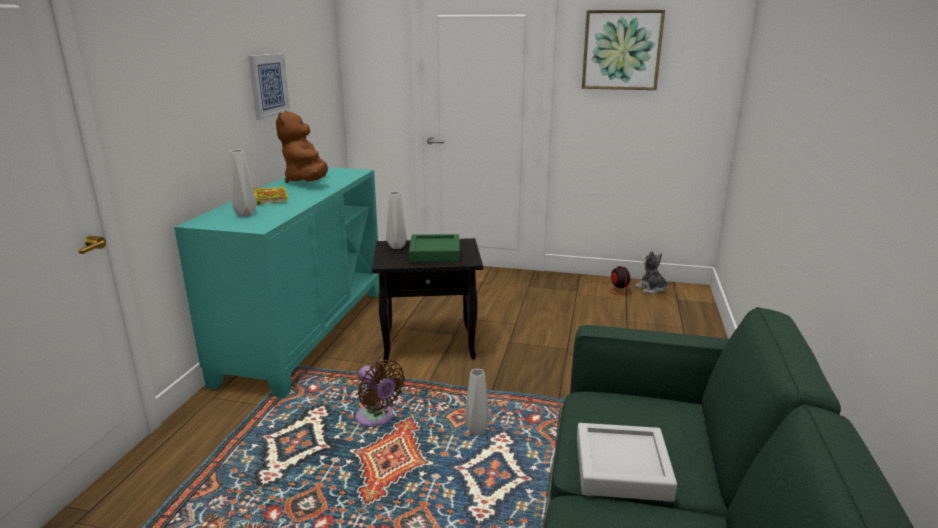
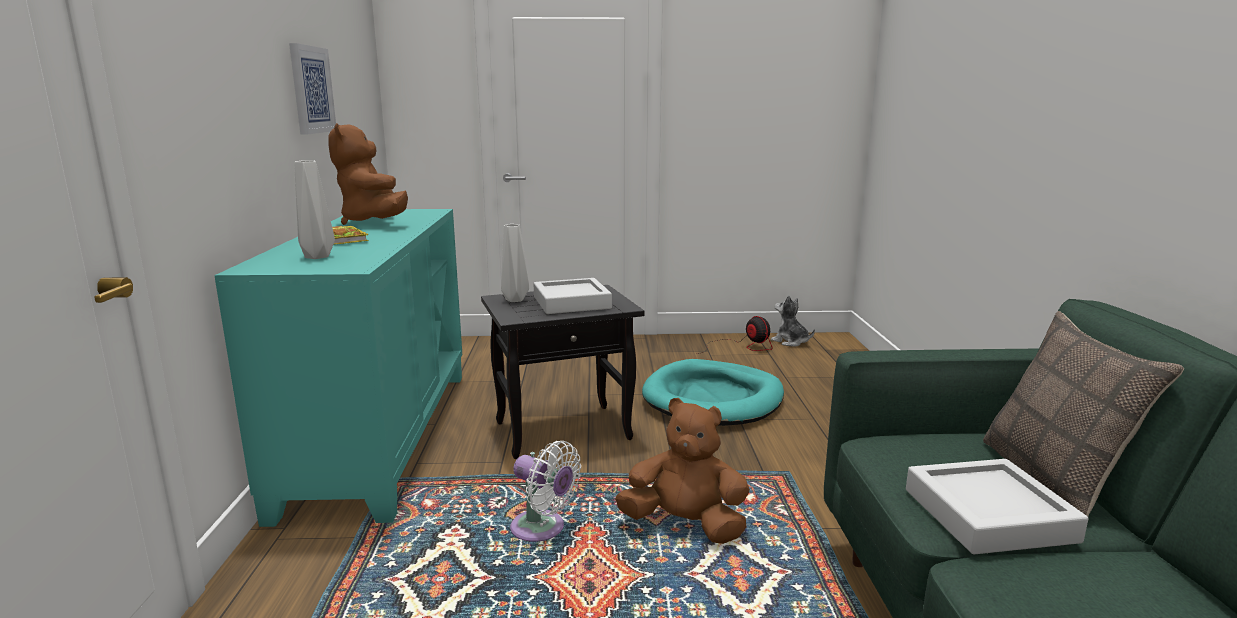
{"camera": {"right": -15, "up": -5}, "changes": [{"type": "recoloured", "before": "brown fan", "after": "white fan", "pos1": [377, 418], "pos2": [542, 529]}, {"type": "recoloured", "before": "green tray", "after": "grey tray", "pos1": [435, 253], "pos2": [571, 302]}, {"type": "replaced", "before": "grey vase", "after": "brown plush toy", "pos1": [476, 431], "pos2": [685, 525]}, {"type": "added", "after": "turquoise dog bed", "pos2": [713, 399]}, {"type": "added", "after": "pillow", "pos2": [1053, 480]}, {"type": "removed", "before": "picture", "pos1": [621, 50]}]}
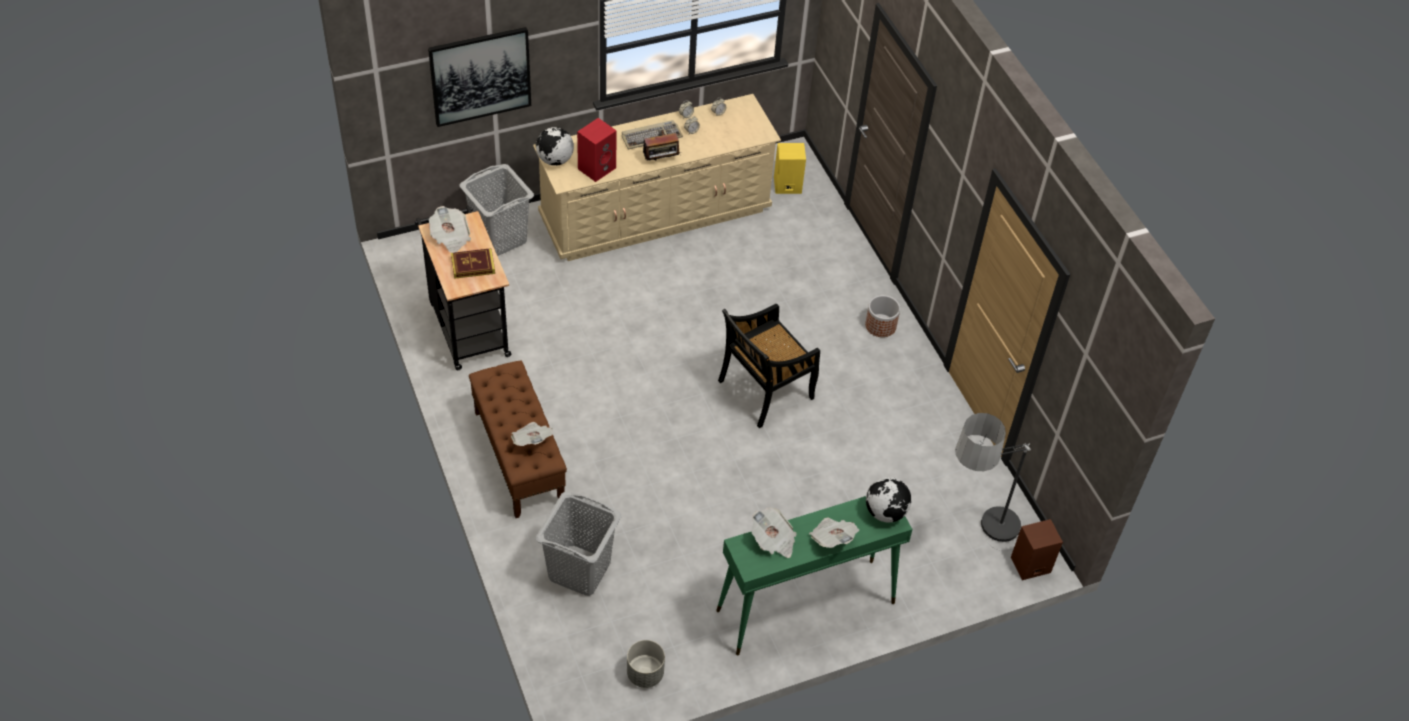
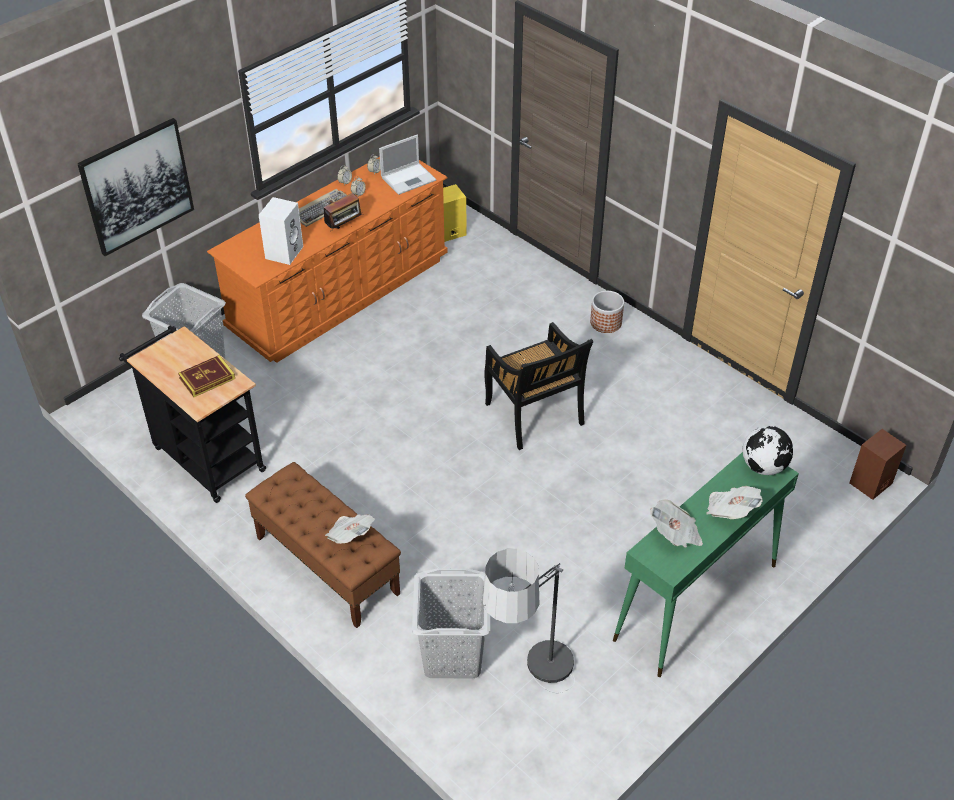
{"camera": {"right": -20, "up": -5}, "changes": [{"type": "recoloured", "before": "beige dresser", "after": "orange dresser", "pos1": [655, 214], "pos2": [340, 294]}, {"type": "recoloured", "before": "red speaker", "after": "white speaker", "pos1": [597, 167], "pos2": [284, 252]}, {"type": "added", "after": "laptop", "pos2": [409, 178]}, {"type": "moved", "before": "floor lamp", "pos1": [975, 541], "pos2": [531, 692]}, {"type": "turned", "before": "black chair", "pos1": [764, 391], "pos2": [535, 415], "turn": -60}, {"type": "removed", "before": "newspaper", "pos1": [450, 237]}, {"type": "removed", "before": "globe", "pos1": [555, 160]}, {"type": "removed", "before": "grey planter", "pos1": [645, 674]}]}
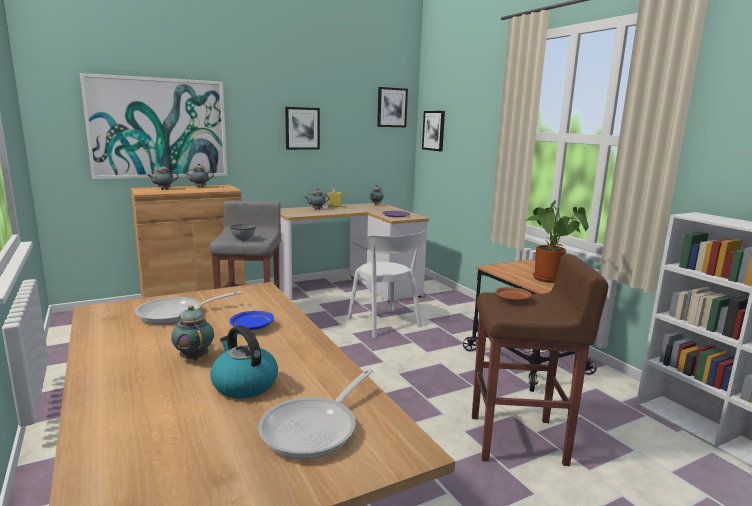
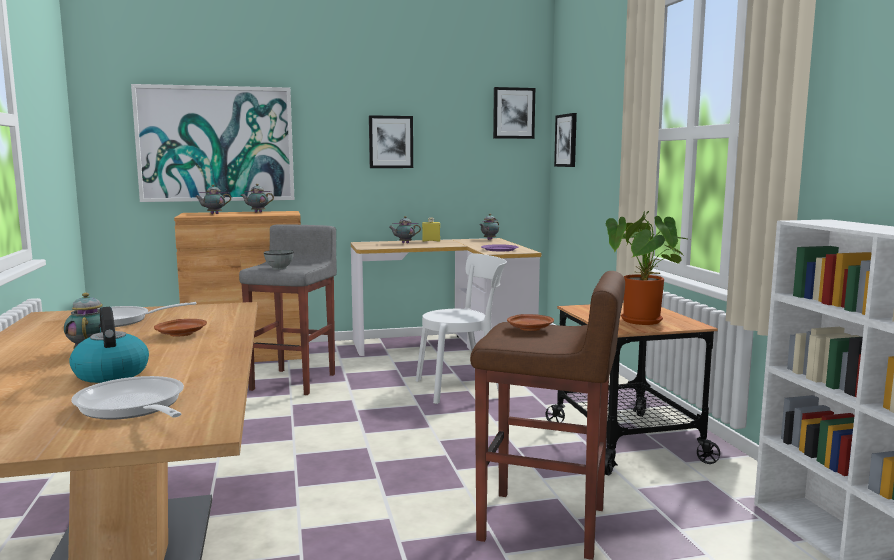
{"camera": {"right": 15, "up": -5}, "changes": [{"type": "turned", "before": "frying pan", "pos1": [315, 428], "pos2": [133, 407], "turn": 90}, {"type": "recoloured", "before": "blue plate", "after": "brown plate", "pos1": [252, 327], "pos2": [181, 334]}, {"type": "turned", "before": "white chair", "pos1": [385, 324], "pos2": [463, 388], "turn": -90}]}
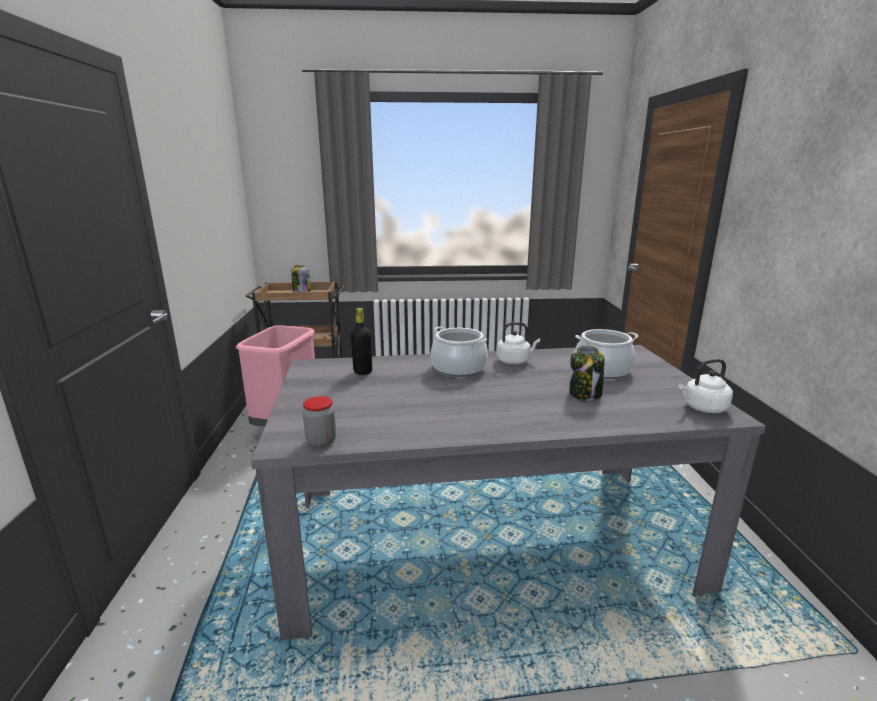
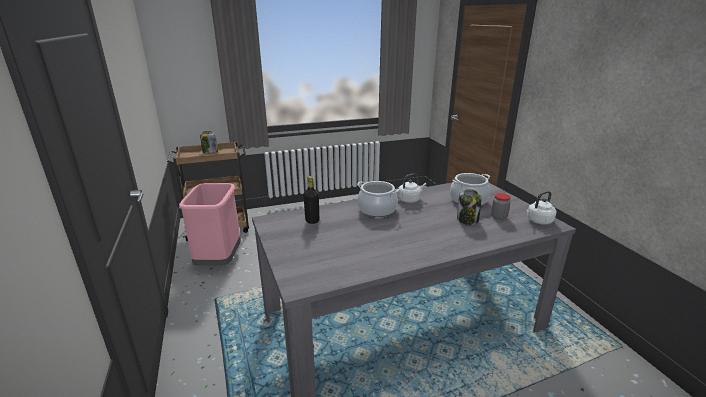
{"camera": {"right": -15, "up": 5}, "changes": [{"type": "moved", "before": "jar", "pos1": [321, 441], "pos2": [498, 217]}]}
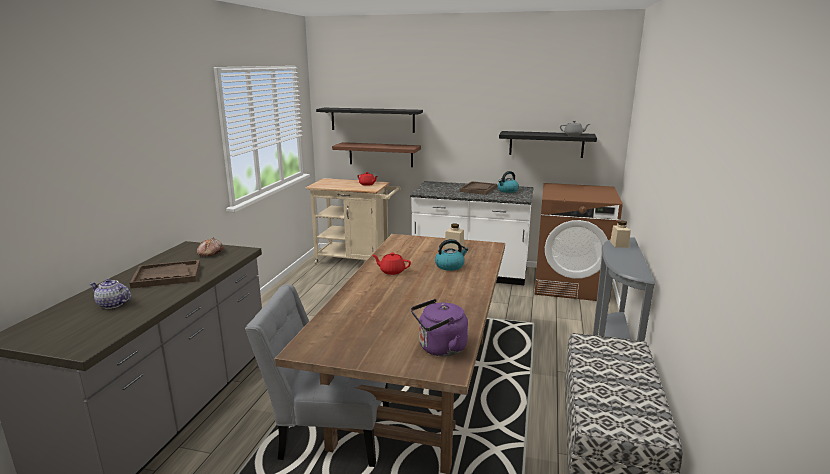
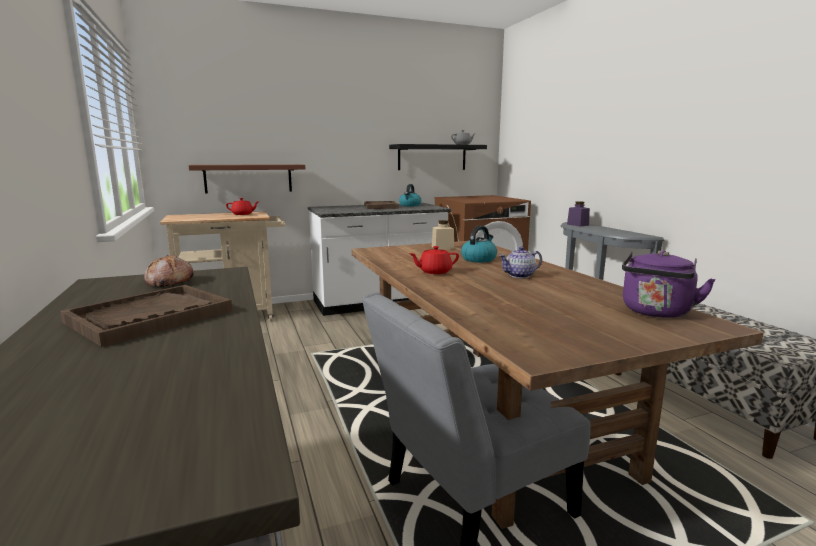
{"camera": {"right": -35, "up": -5}, "changes": [{"type": "moved", "before": "teapot", "pos1": [112, 304], "pos2": [520, 275]}, {"type": "recoloured", "before": "beige jar", "after": "purple jar", "pos1": [619, 244], "pos2": [577, 225]}, {"type": "removed", "before": "black shelf", "pos1": [372, 119]}]}
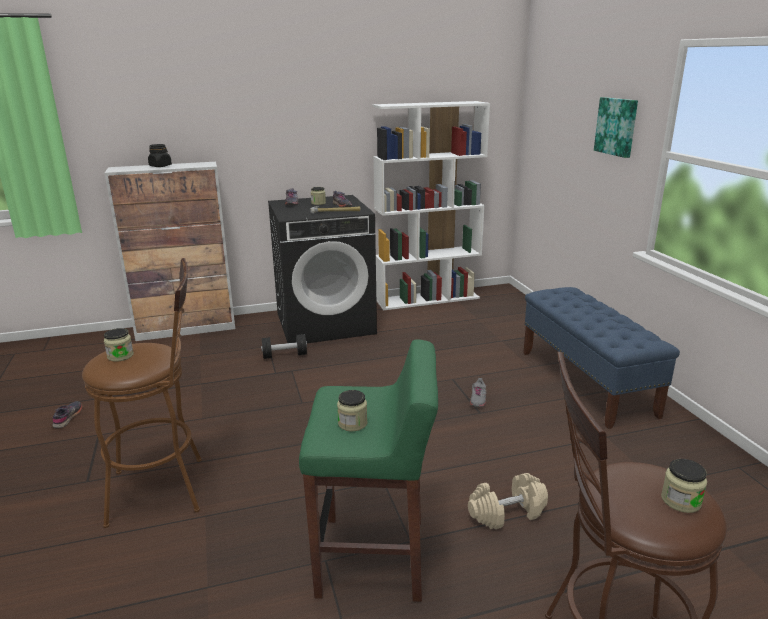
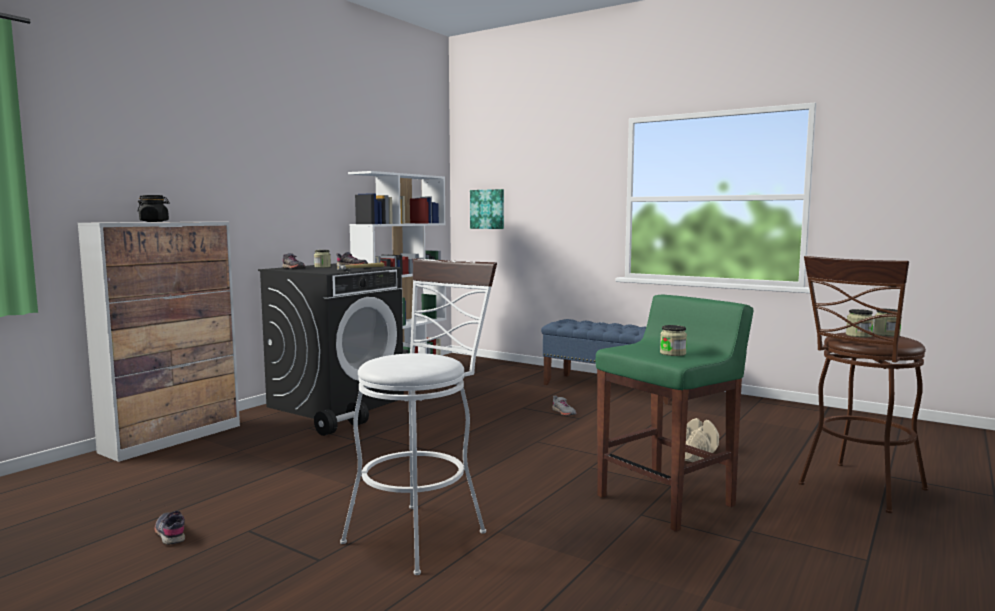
{"camera": {"right": -40, "up": -15}, "changes": [{"type": "recoloured", "before": "brown stool", "after": "white stool", "pos1": [167, 488], "pos2": [422, 532]}, {"type": "moved", "before": "picture", "pos1": [617, 126], "pos2": [487, 209]}, {"type": "moved", "before": "jar", "pos1": [120, 356], "pos2": [859, 335]}]}
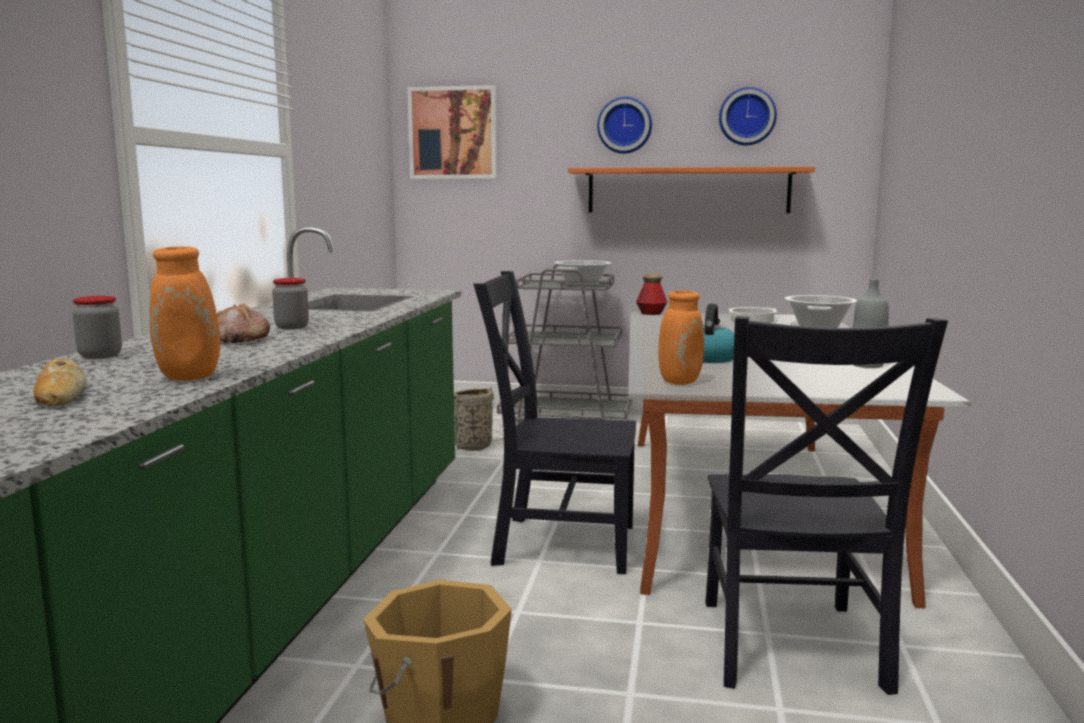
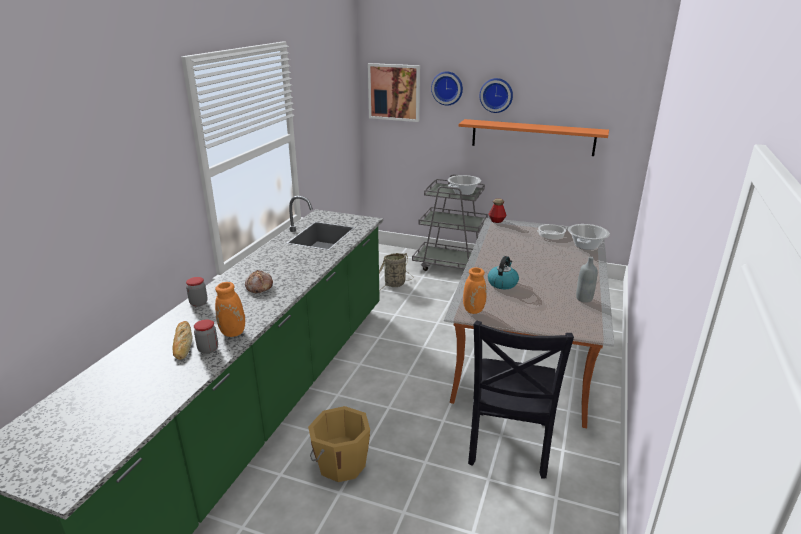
{"camera": {"right": 10, "up": 15}, "changes": [{"type": "moved", "before": "jar", "pos1": [292, 327], "pos2": [208, 349]}, {"type": "moved", "before": "wall clock", "pos1": [747, 116], "pos2": [447, 88]}, {"type": "removed", "before": "black chair", "pos1": [557, 543]}]}
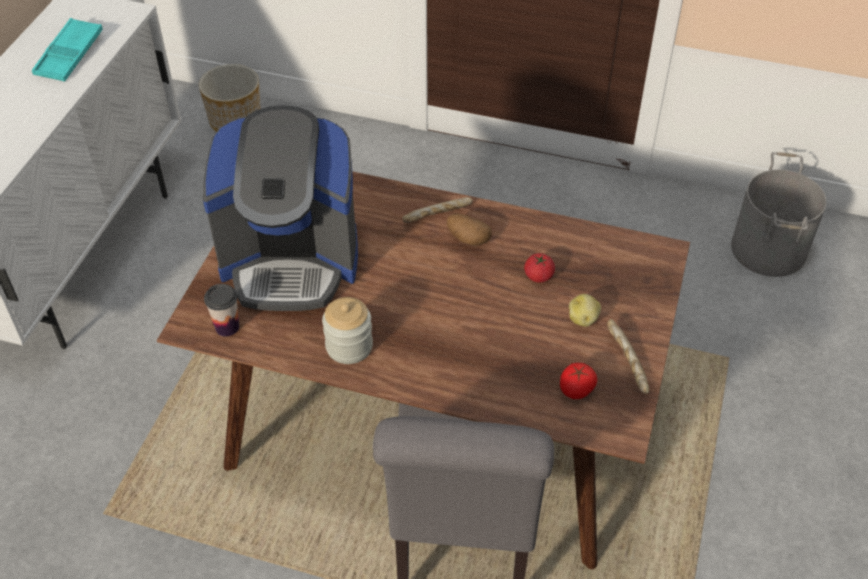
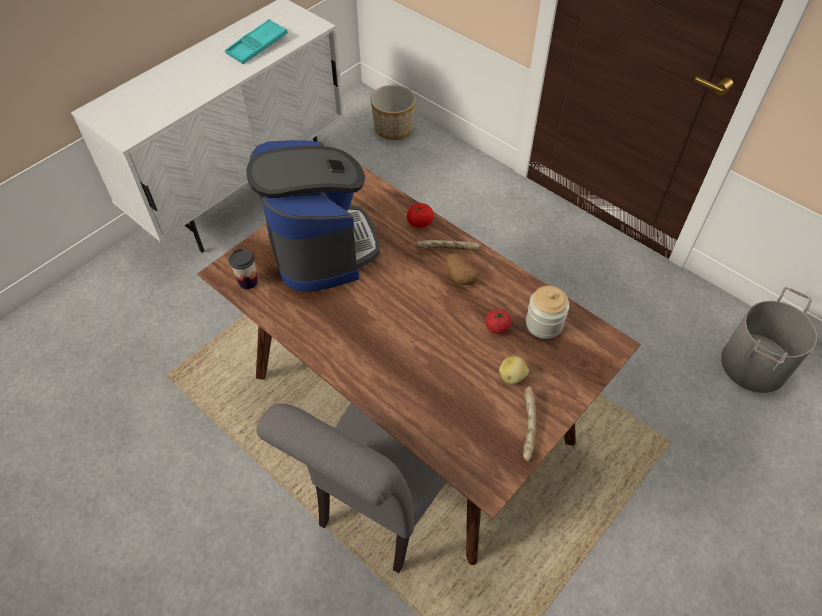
{"camera": {"right": 25, "up": 5}, "changes": [{"type": "turned", "before": "coffee machine", "pos1": [291, 260], "pos2": [321, 247], "turn": -135}, {"type": "moved", "before": "tomato", "pos1": [576, 390], "pos2": [420, 223]}, {"type": "moved", "before": "jar", "pos1": [349, 346], "pos2": [544, 324]}]}
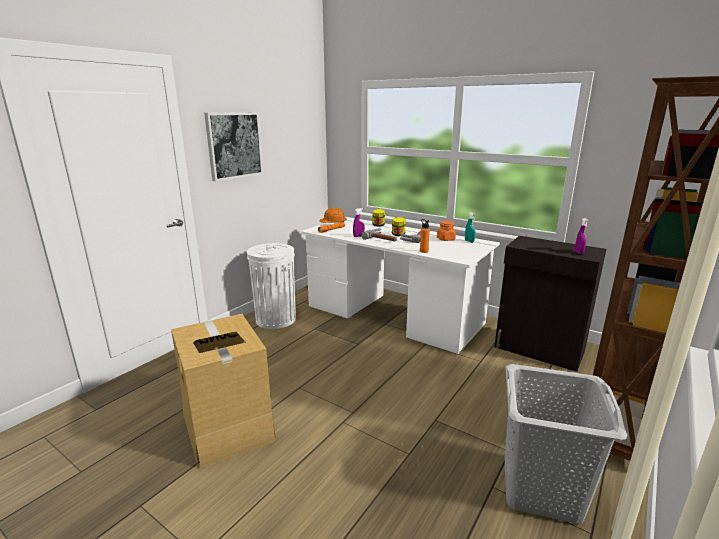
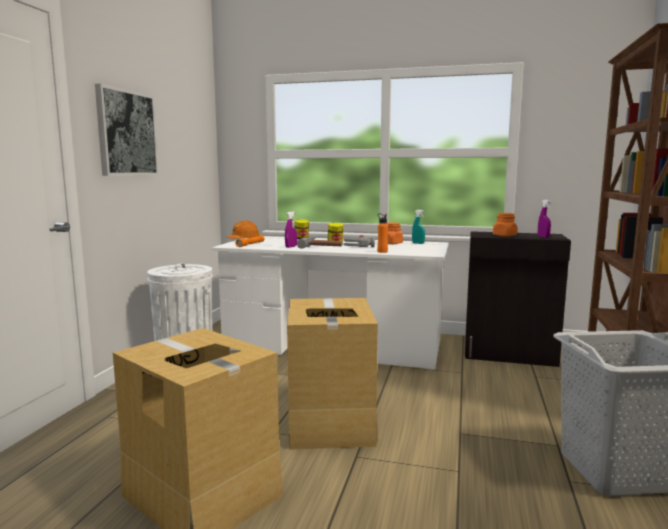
{"camera": {"right": -20, "up": -10}, "changes": [{"type": "added", "after": "cardboard box", "pos2": [329, 421]}, {"type": "added", "after": "orange jar", "pos2": [504, 235]}]}
